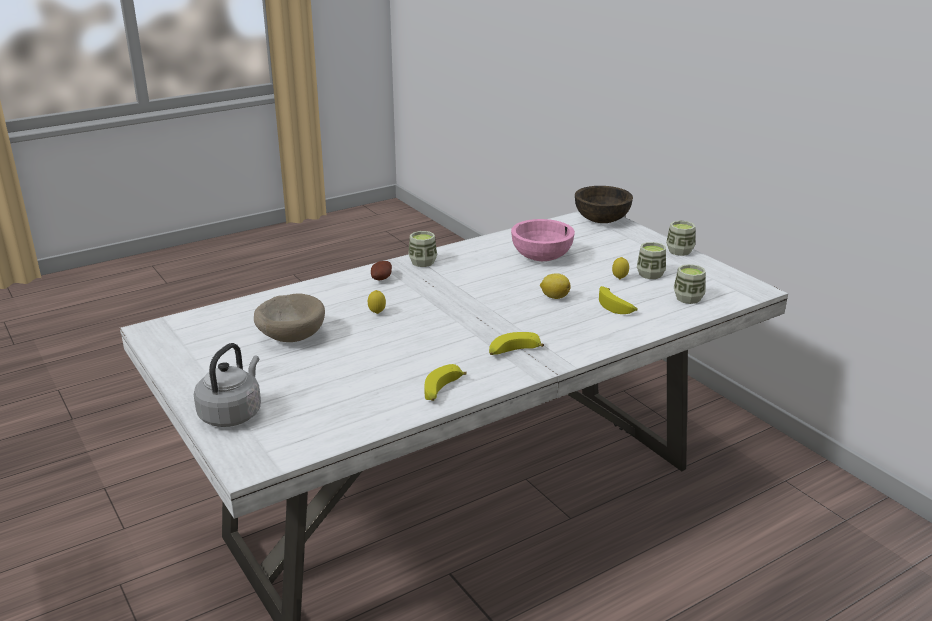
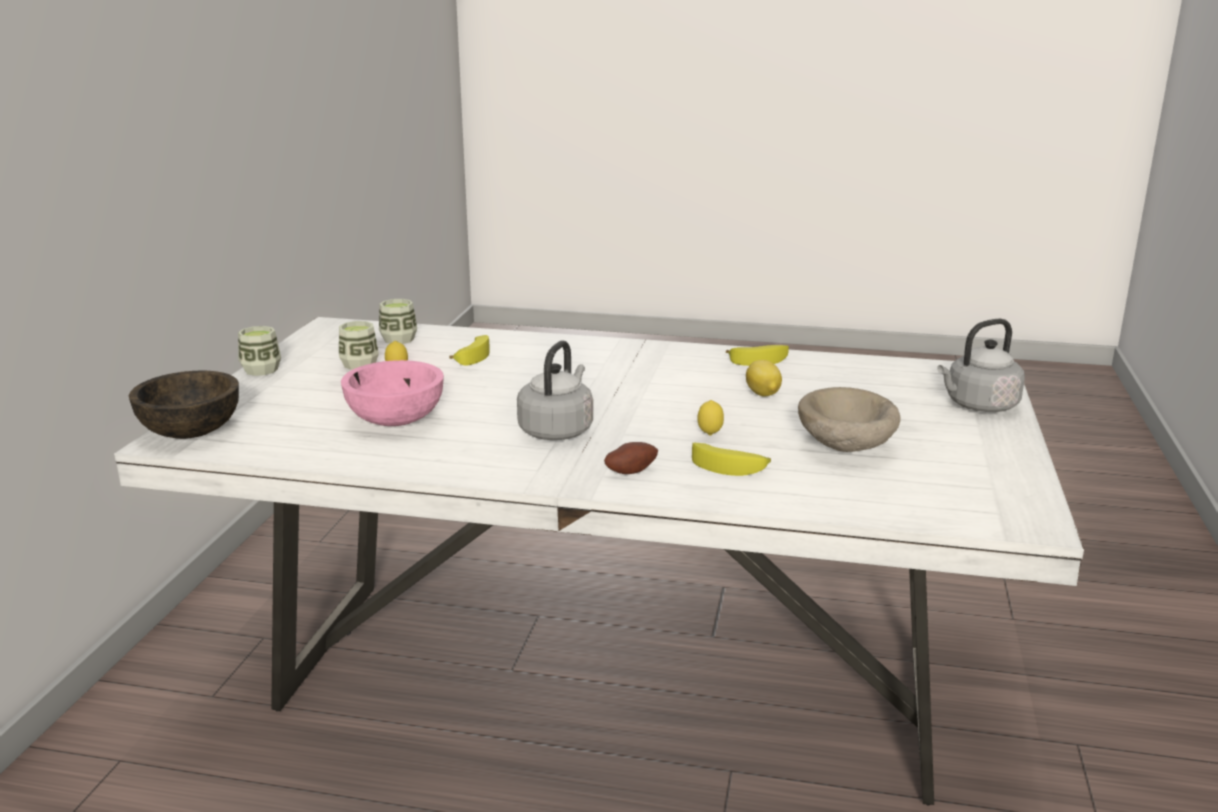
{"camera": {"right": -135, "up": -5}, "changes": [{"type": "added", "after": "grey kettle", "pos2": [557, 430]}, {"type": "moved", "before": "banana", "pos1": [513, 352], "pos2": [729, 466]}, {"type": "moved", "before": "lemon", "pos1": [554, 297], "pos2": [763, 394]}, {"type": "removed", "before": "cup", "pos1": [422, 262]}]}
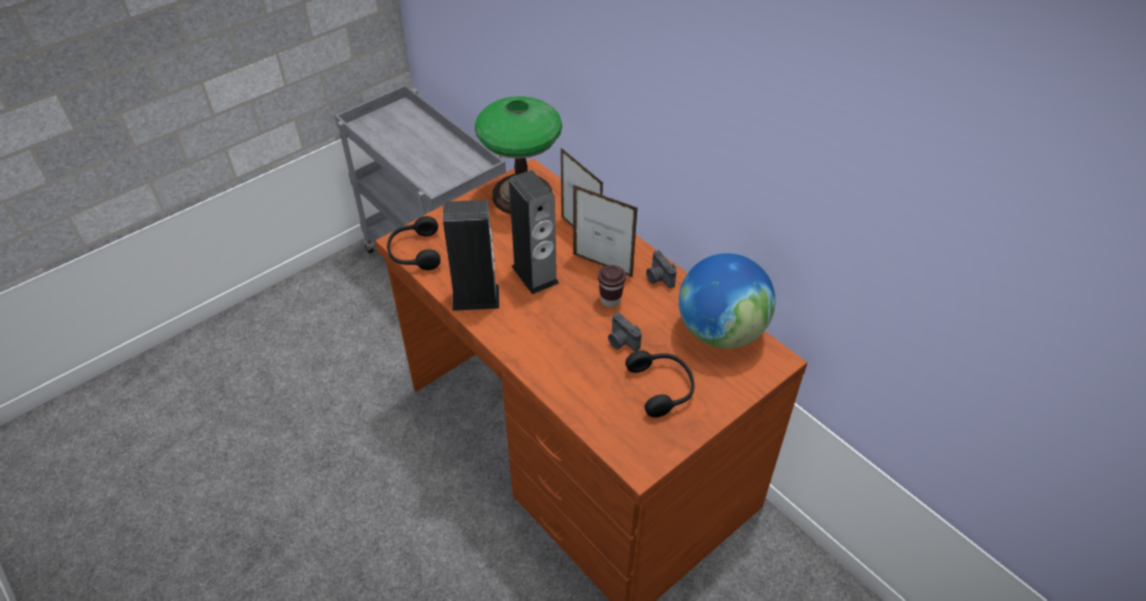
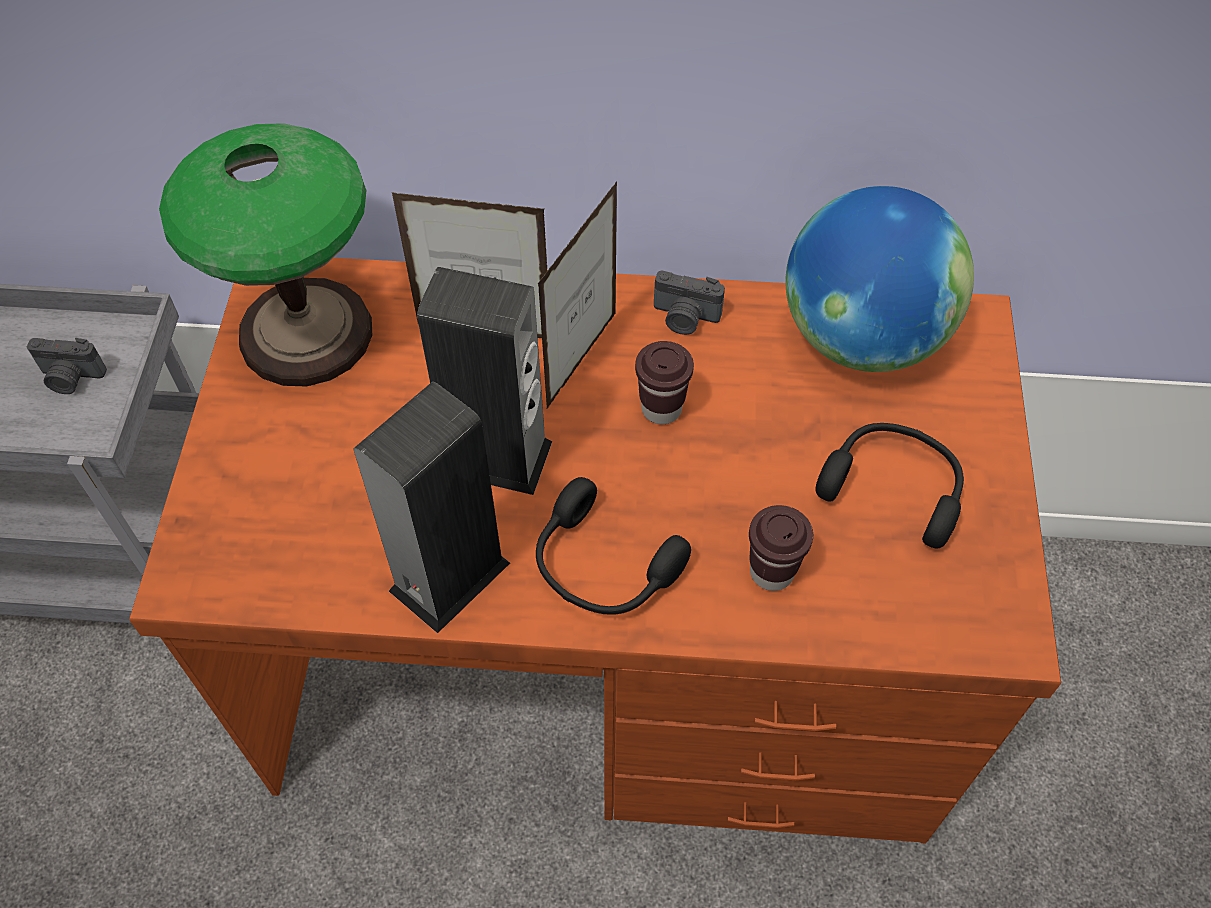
{"camera": {"right": -45, "up": 10}, "changes": [{"type": "moved", "before": "photo camera", "pos1": [621, 341], "pos2": [71, 378]}, {"type": "moved", "before": "black headphones", "pos1": [414, 252], "pos2": [602, 567]}, {"type": "turned", "before": "picture frame", "pos1": [602, 266], "pos2": [581, 360], "turn": 135}, {"type": "added", "after": "brown cup", "pos2": [771, 572]}]}
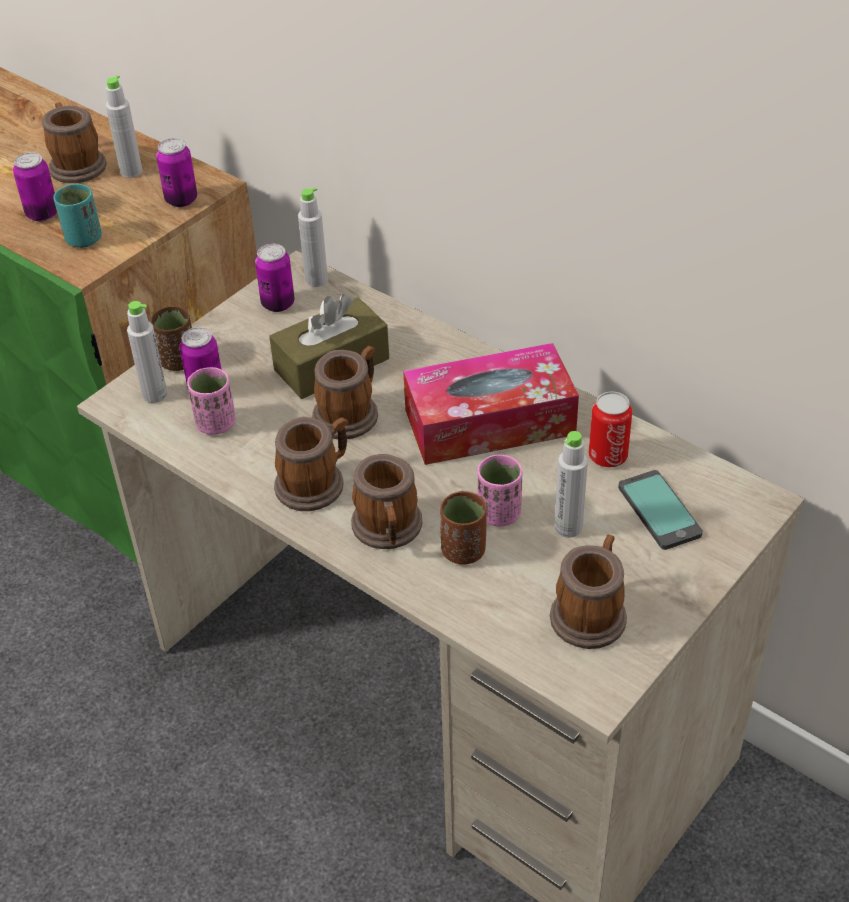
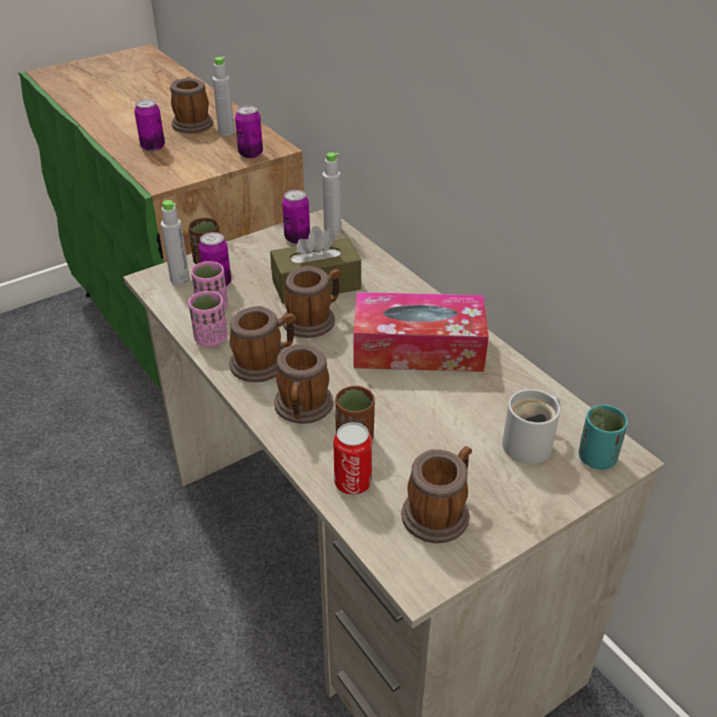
{"camera": {"right": 15, "up": -5}, "changes": [{"type": "moved", "before": "pink cup", "pos1": [499, 513], "pos2": [211, 339]}, {"type": "moved", "before": "can", "pos1": [608, 456], "pos2": [353, 483]}, {"type": "replaced", "before": "phone", "after": "white mug", "pos1": [659, 511], "pos2": [531, 444]}, {"type": "moved", "before": "turquoise cup", "pos1": [83, 239], "pos2": [596, 458]}, {"type": "removed", "before": "grey bottle", "pos1": [568, 527]}]}
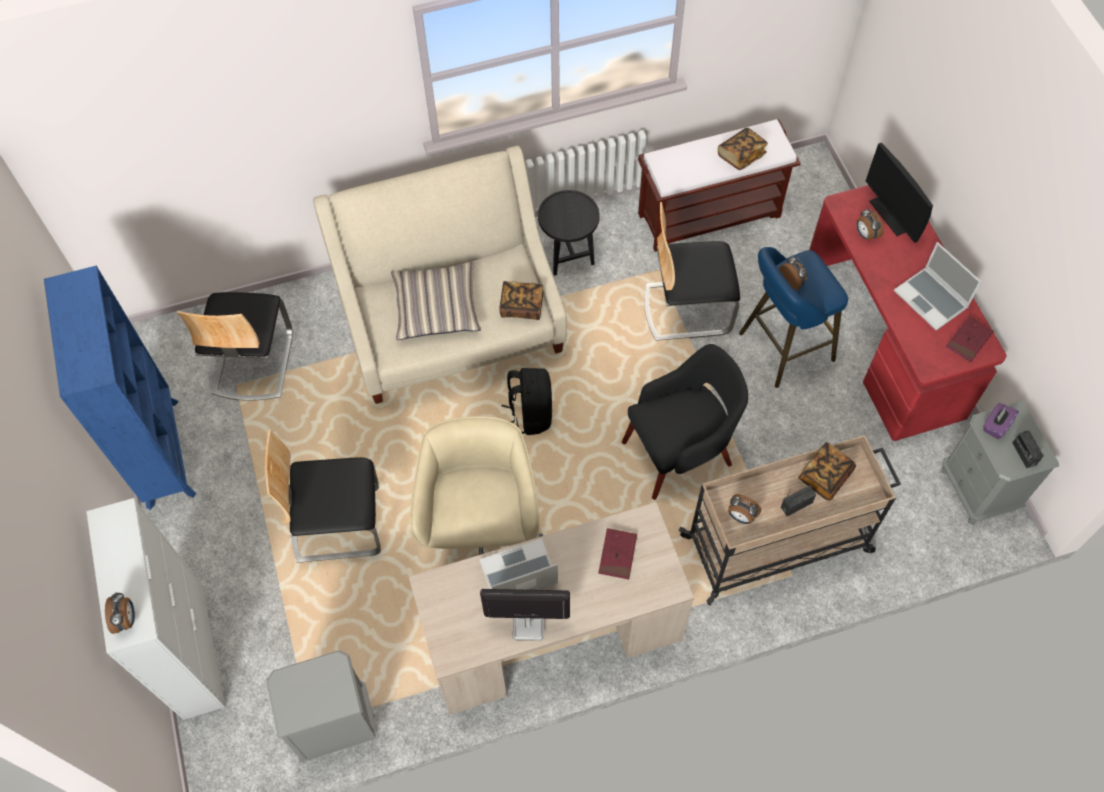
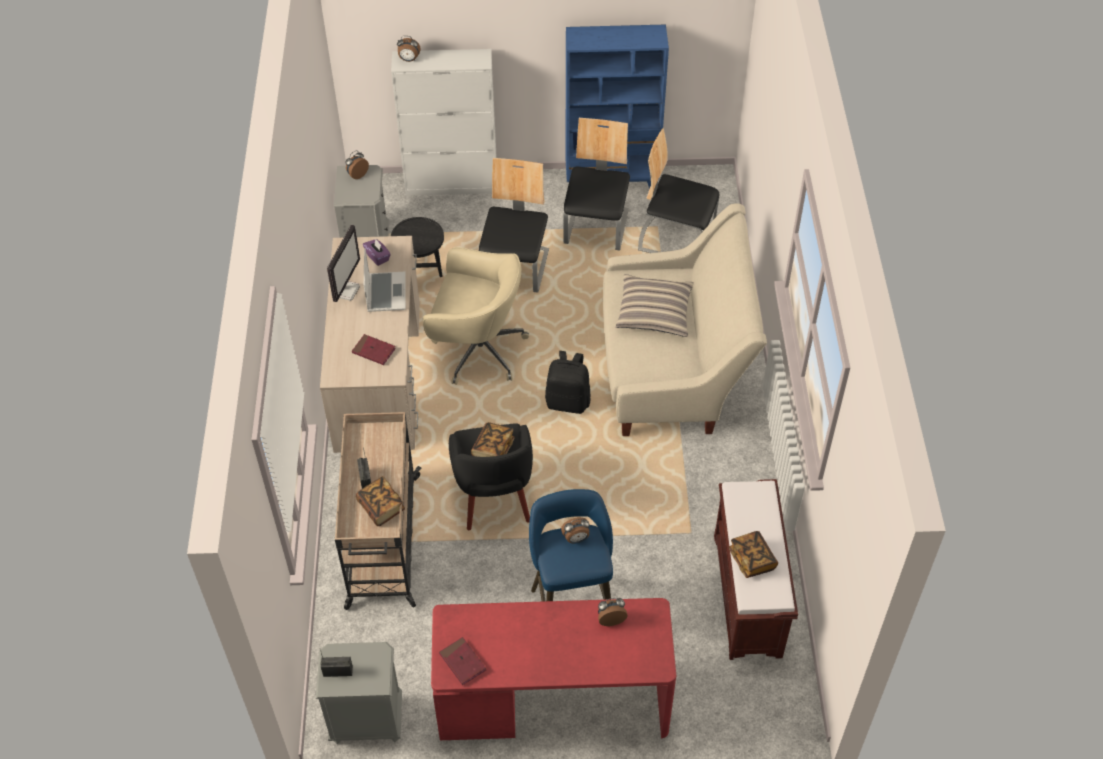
{"camera": {"right": 105, "up": -10}, "changes": [{"type": "moved", "before": "alarm clock", "pos1": [741, 516], "pos2": [357, 174]}, {"type": "moved", "before": "purple tissue box", "pos1": [996, 425], "pos2": [378, 257]}, {"type": "moved", "before": "black side table", "pos1": [568, 255], "pos2": [421, 277]}, {"type": "moved", "before": "book", "pos1": [522, 306], "pos2": [493, 449]}, {"type": "moved", "before": "chair", "pos1": [687, 308], "pos2": [597, 227]}, {"type": "removed", "before": "monitor", "pos1": [892, 214]}, {"type": "removed", "before": "laptop", "pos1": [932, 300]}]}
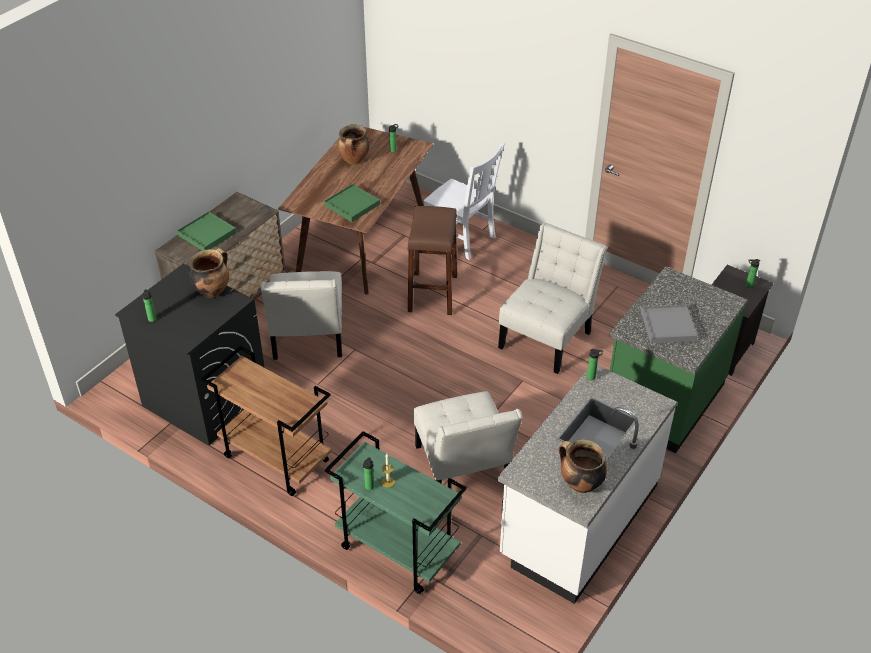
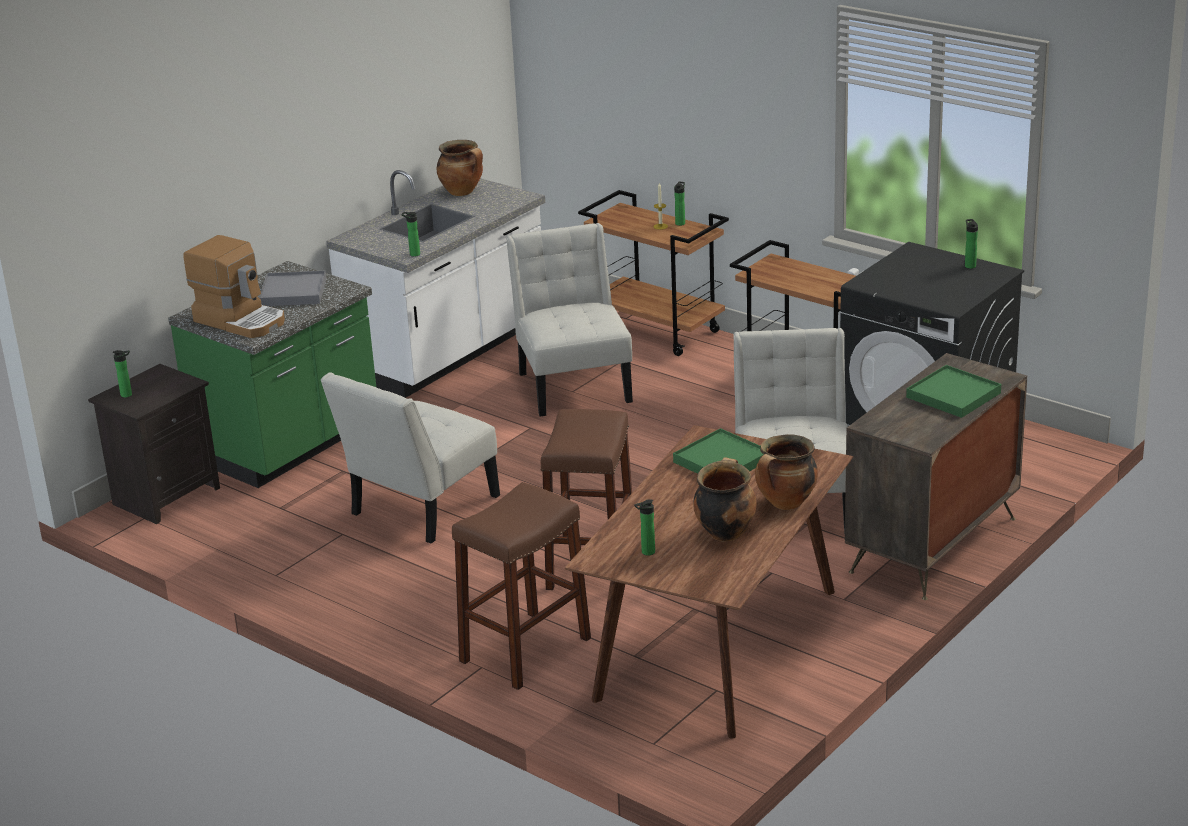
{"camera": {"right": -175, "up": -15}, "changes": [{"type": "added", "after": "coffee machine", "pos2": [241, 320]}, {"type": "replaced", "before": "white chair", "after": "brown stool", "pos1": [462, 239], "pos2": [525, 650]}, {"type": "recoloured", "before": "green cart", "after": "brown cart", "pos1": [396, 550], "pos2": [658, 331]}, {"type": "moved", "before": "cooking pot", "pos1": [212, 290], "pos2": [785, 504]}]}
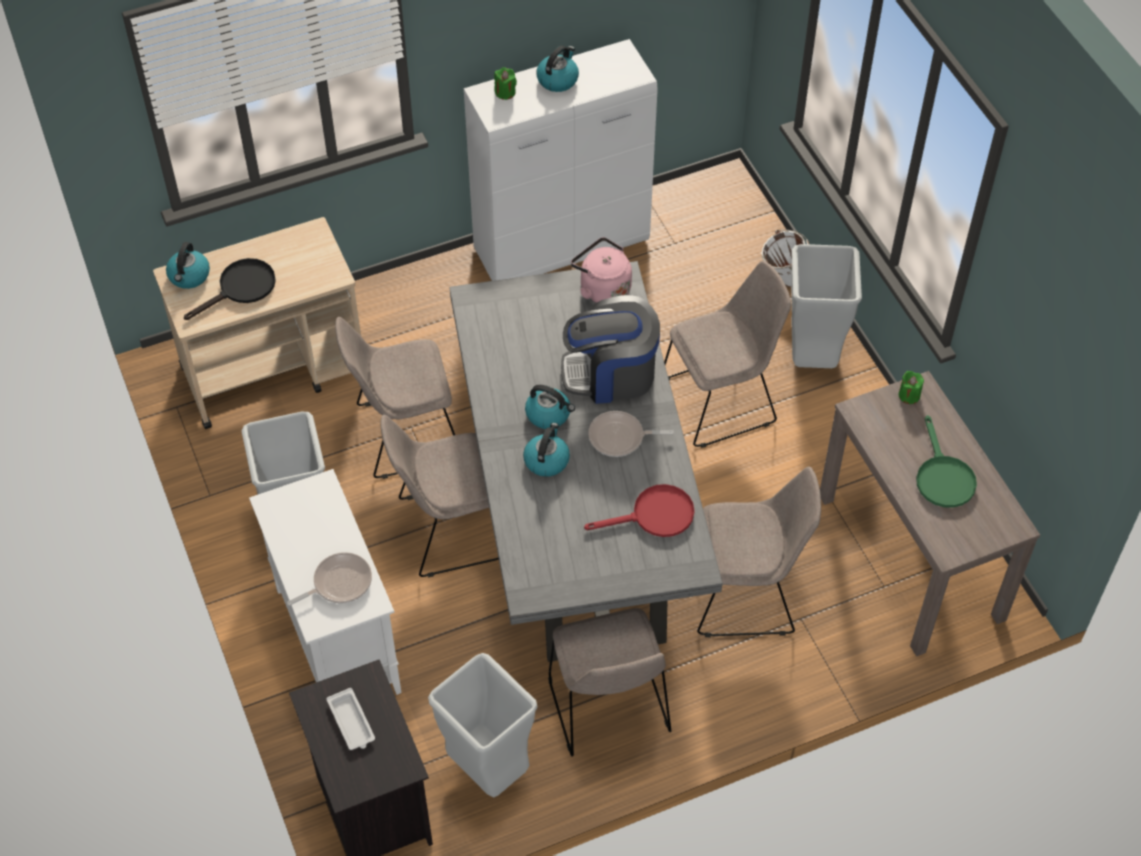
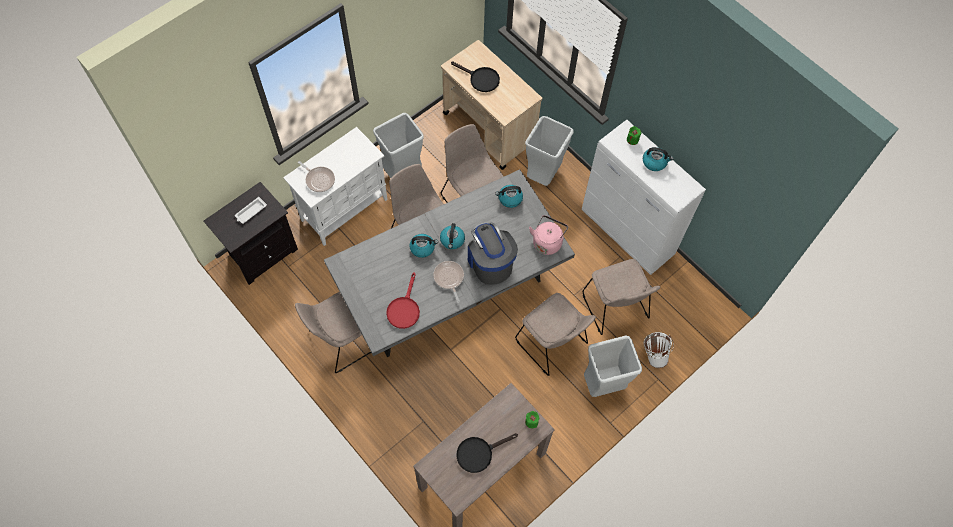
{"camera": {"right": 70, "up": 10}, "changes": [{"type": "turned", "before": "red frying pan", "pos1": [654, 516], "pos2": [404, 309], "turn": 45}, {"type": "recoloured", "before": "green frying pan", "after": "black frying pan", "pos1": [942, 476], "pos2": [479, 452]}, {"type": "moved", "before": "kettle", "pos1": [189, 276], "pos2": [509, 199]}, {"type": "moved", "before": "grey trash can", "pos1": [487, 769], "pos2": [543, 174]}, {"type": "moved", "before": "beige chair", "pos1": [747, 592], "pos2": [615, 308]}]}
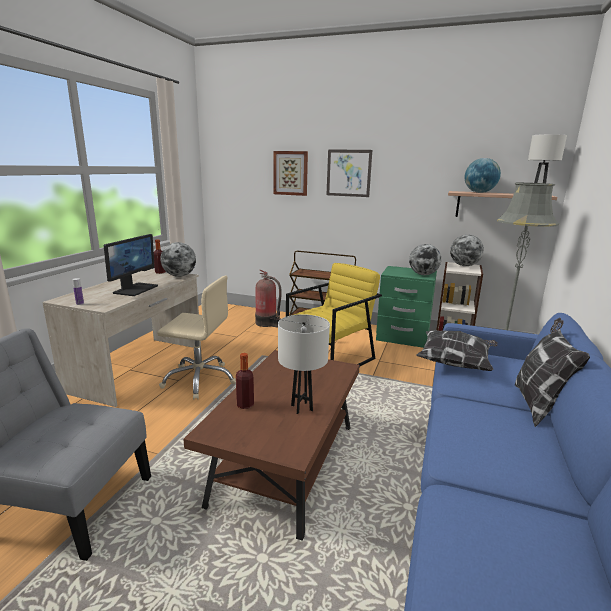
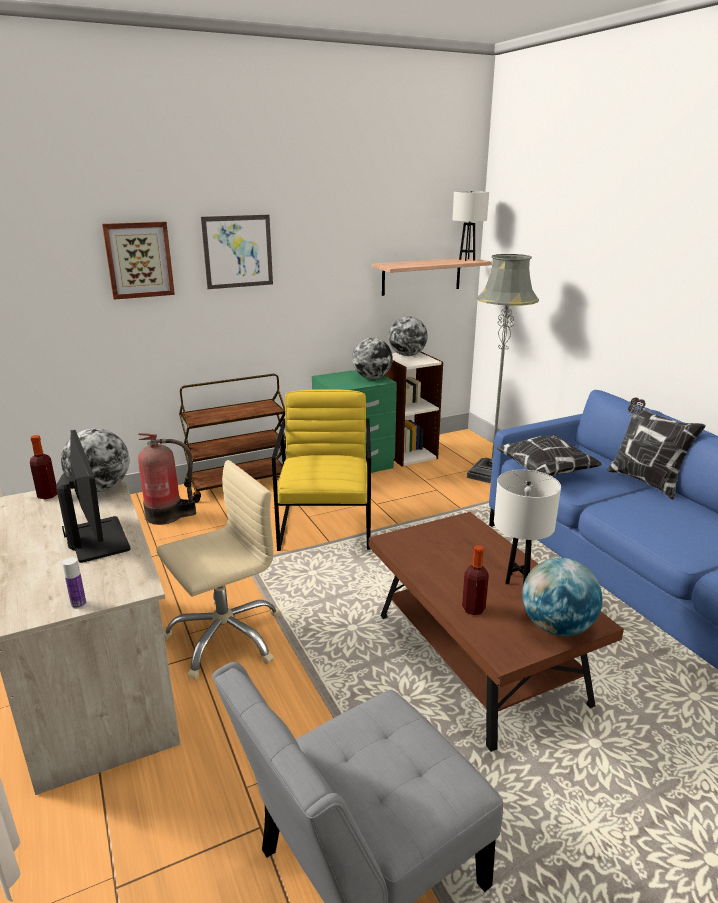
{"camera": {"right": -45, "up": 5}, "changes": [{"type": "moved", "before": "globe", "pos1": [479, 192], "pos2": [556, 627]}]}
